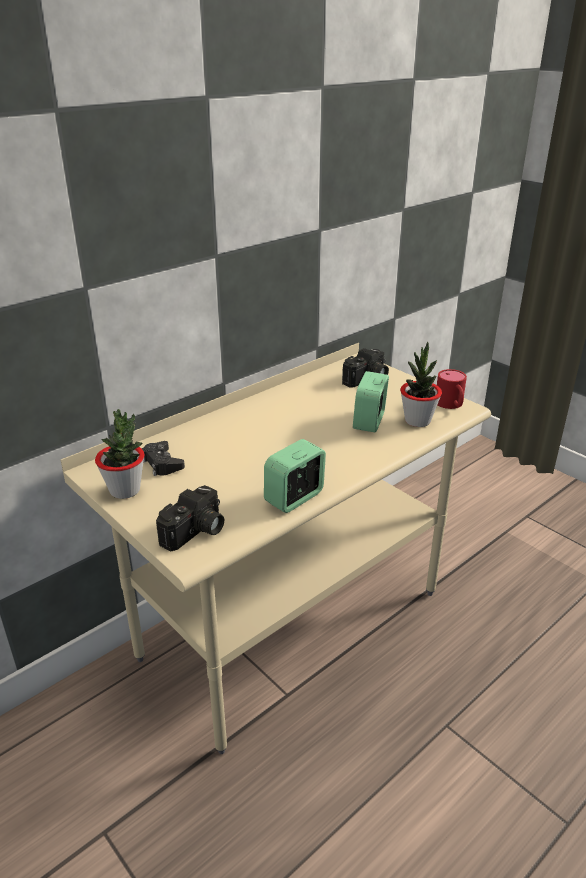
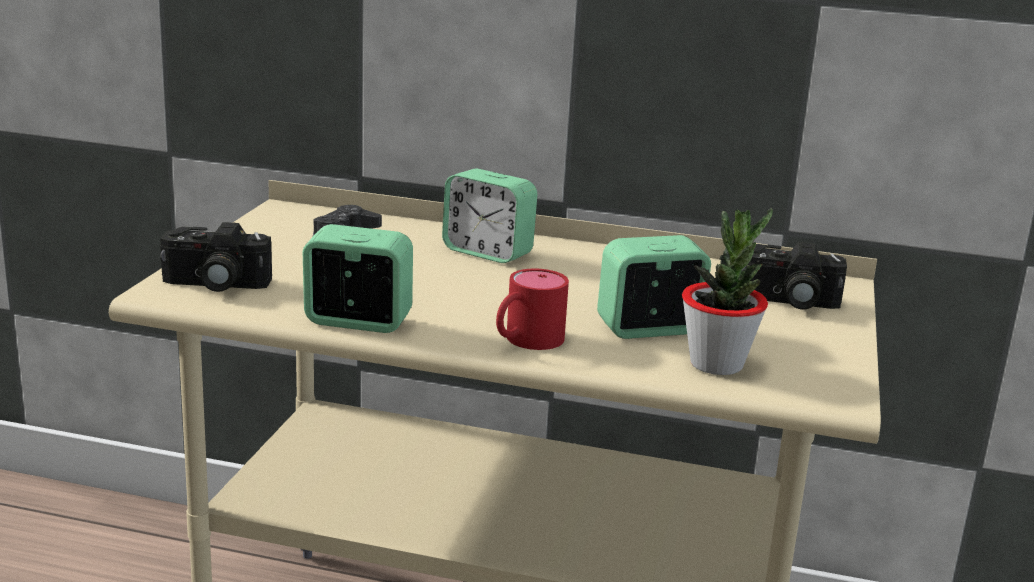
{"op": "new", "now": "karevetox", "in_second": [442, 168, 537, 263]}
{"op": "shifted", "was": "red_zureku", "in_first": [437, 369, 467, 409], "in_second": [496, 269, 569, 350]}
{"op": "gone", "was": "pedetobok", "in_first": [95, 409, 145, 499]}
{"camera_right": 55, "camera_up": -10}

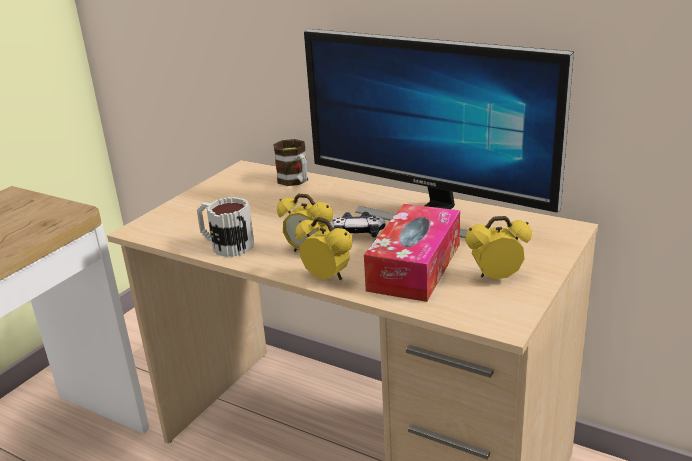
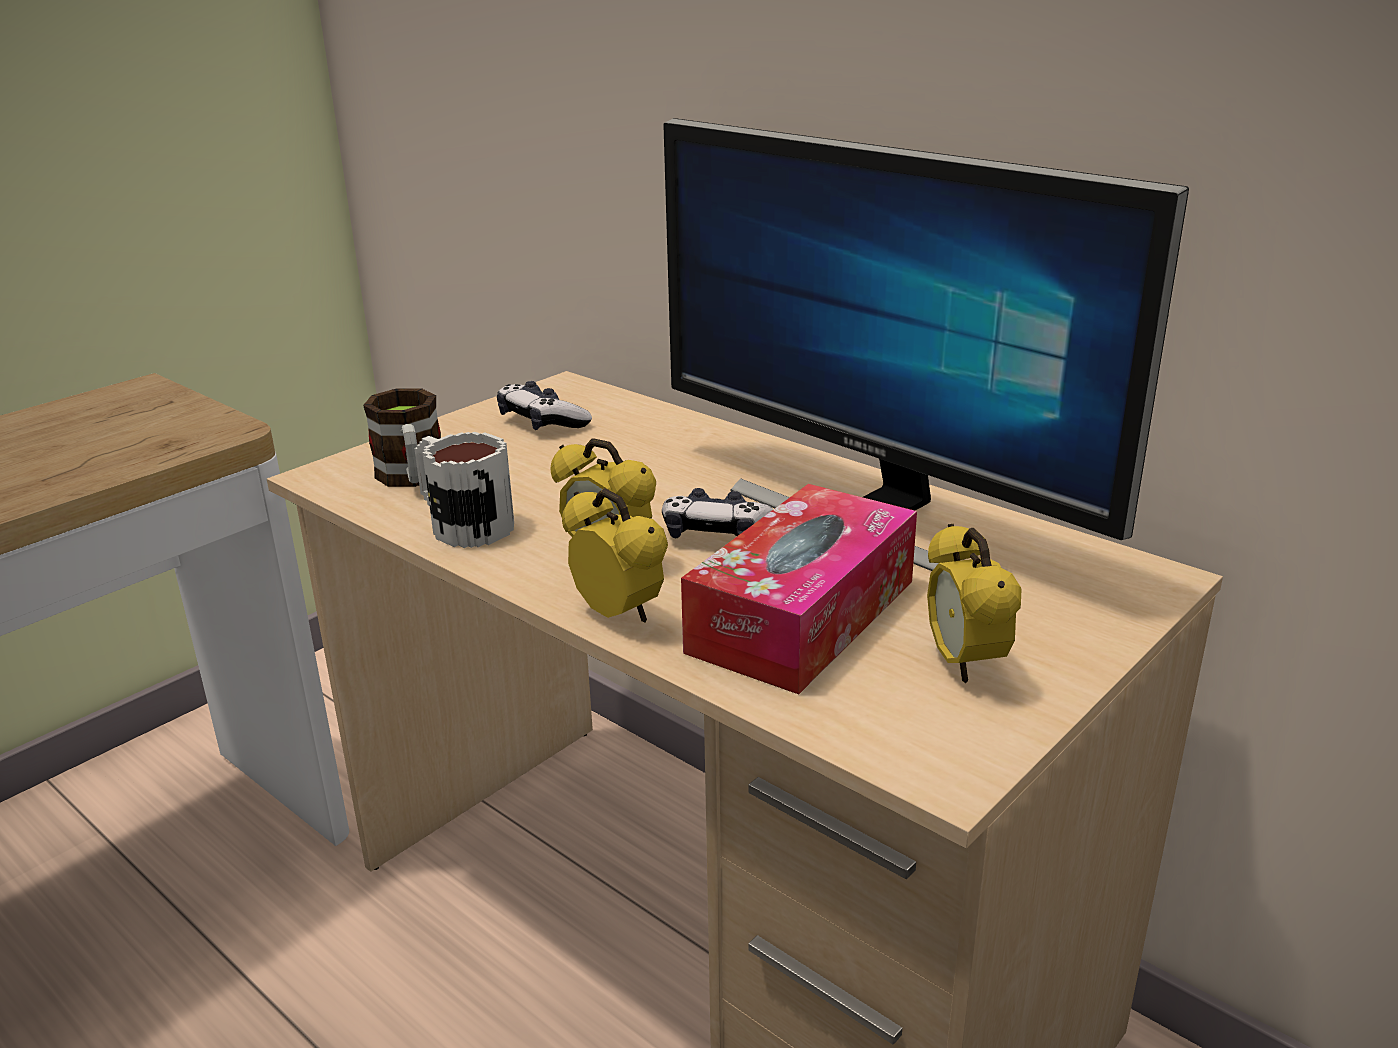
{"op": "shifted", "was": "zureku", "in_first": [273, 139, 308, 186], "in_second": [363, 389, 441, 487]}
{"op": "new", "now": "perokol", "in_second": [497, 381, 592, 430]}
{"op": "rotated", "was": "karevetox", "in_first": [465, 216, 532, 279], "in_second": [927, 524, 1022, 683], "clockwise": -105}
{"camera_right": 10, "camera_up": 0}

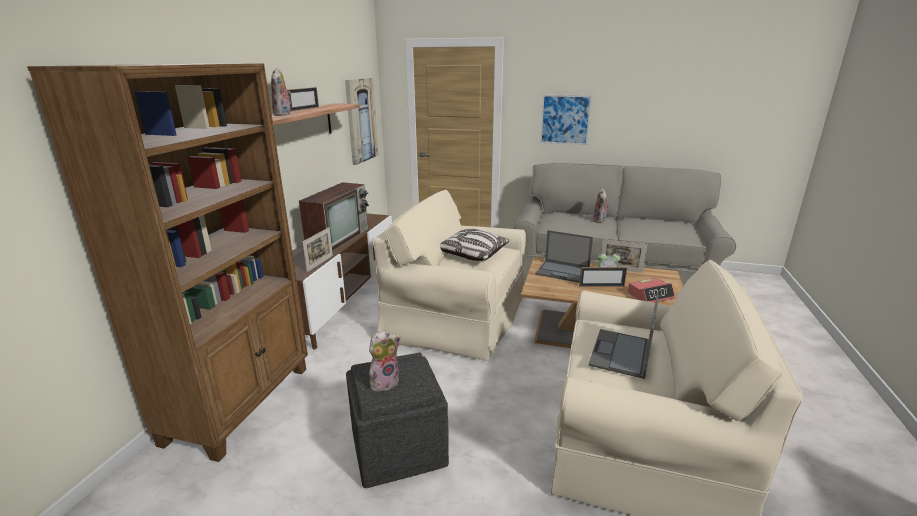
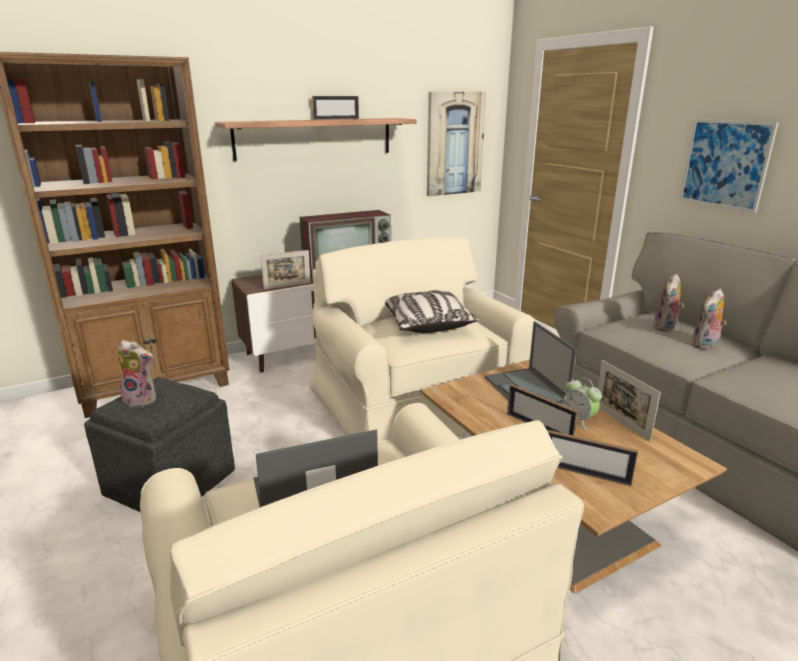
{"op": "swapped", "was": "karevetox", "now": "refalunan", "in_first": [628, 278, 675, 303], "in_second": [547, 430, 638, 486]}
{"op": "shifted", "was": "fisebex", "in_first": [271, 68, 291, 116], "in_second": [653, 274, 684, 332]}
{"camera_right": 45, "camera_up": 0}

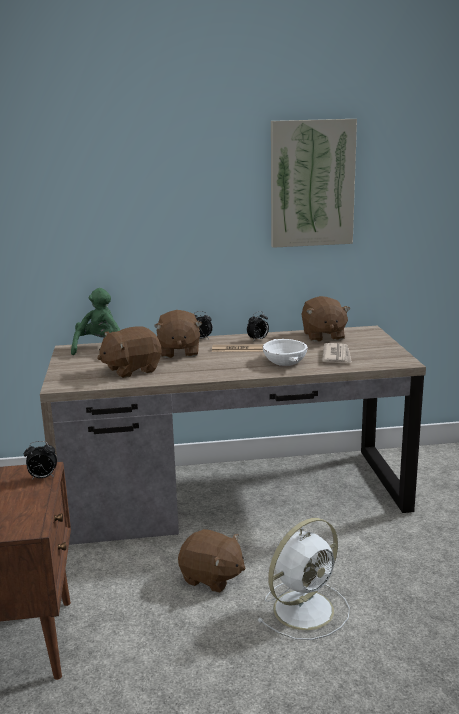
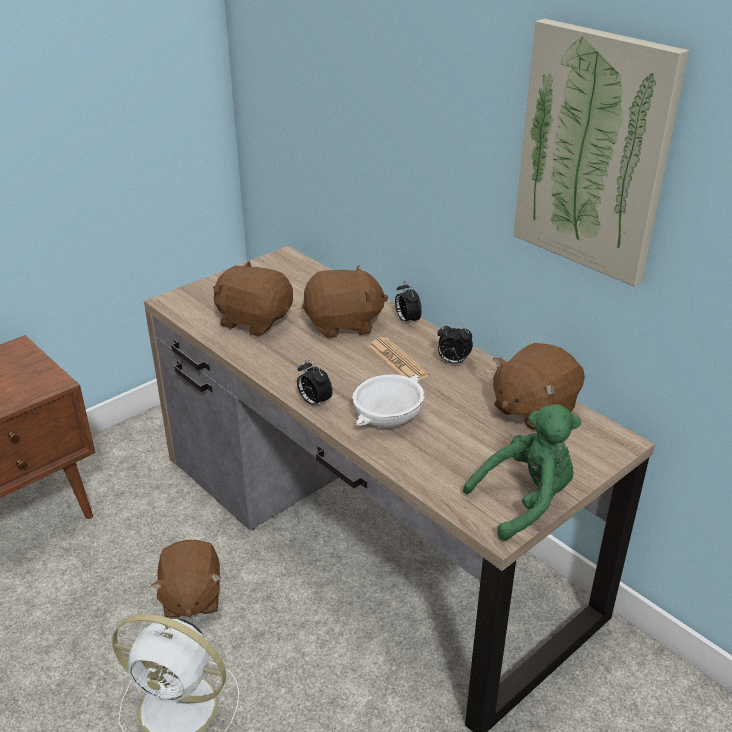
{"op": "shifted", "was": "karevetox", "in_first": [24, 441, 57, 480], "in_second": [297, 360, 333, 408]}
{"op": "rotated", "was": "brown_fisebex", "in_first": [154, 310, 202, 358], "in_second": [302, 265, 388, 338], "clockwise": -150}
{"op": "shifted", "was": "green_fisebex", "in_first": [71, 288, 120, 355], "in_second": [463, 404, 581, 541]}
{"op": "gone", "was": "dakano", "in_first": [322, 343, 352, 363]}
{"camera_right": 55, "camera_up": 15}

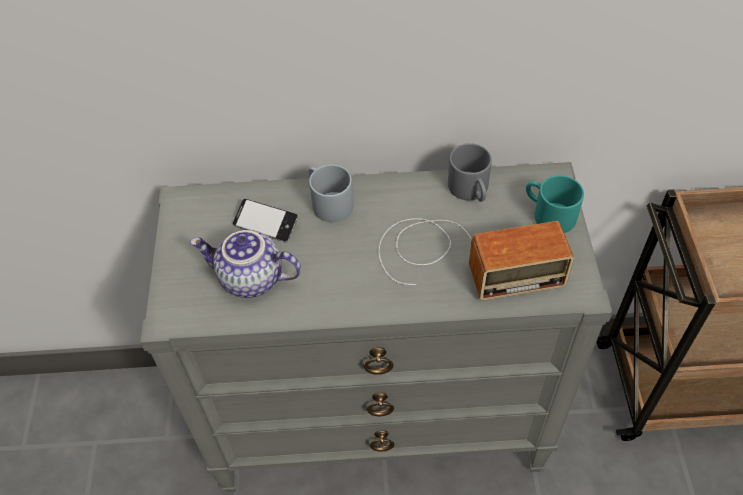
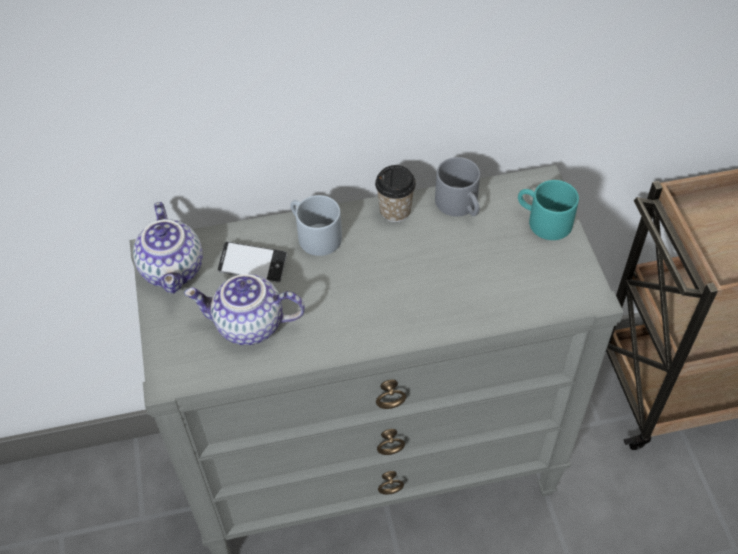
{"op": "new", "now": "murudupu", "in_second": [133, 202, 203, 294]}
{"op": "new", "now": "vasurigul", "in_second": [375, 165, 416, 222]}
{"op": "gone", "was": "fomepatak", "in_first": [378, 218, 574, 300]}
{"camera_right": -10, "camera_up": 0}

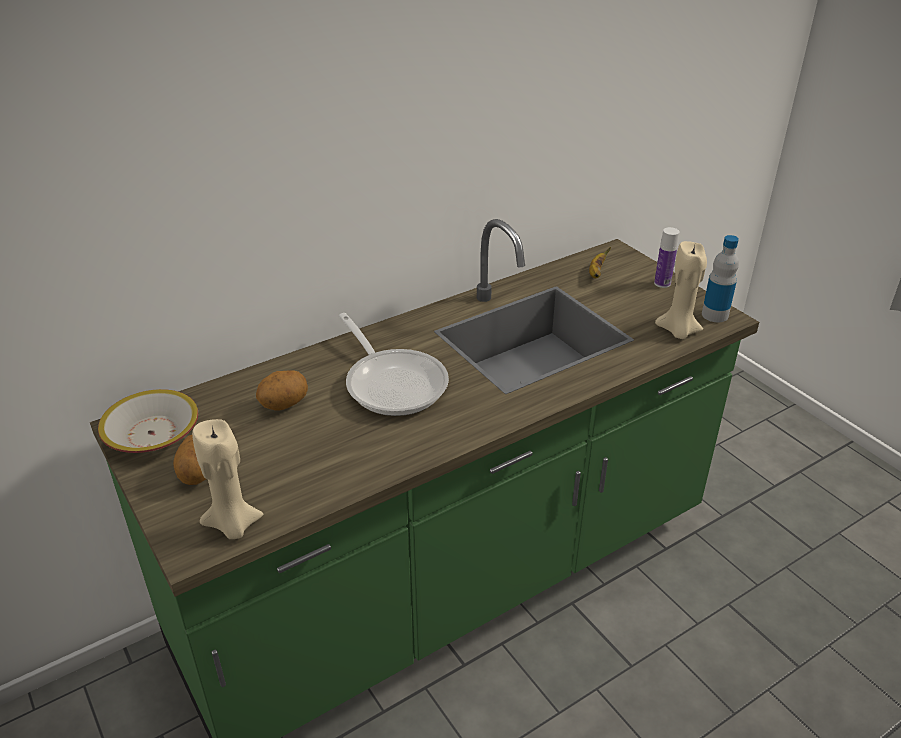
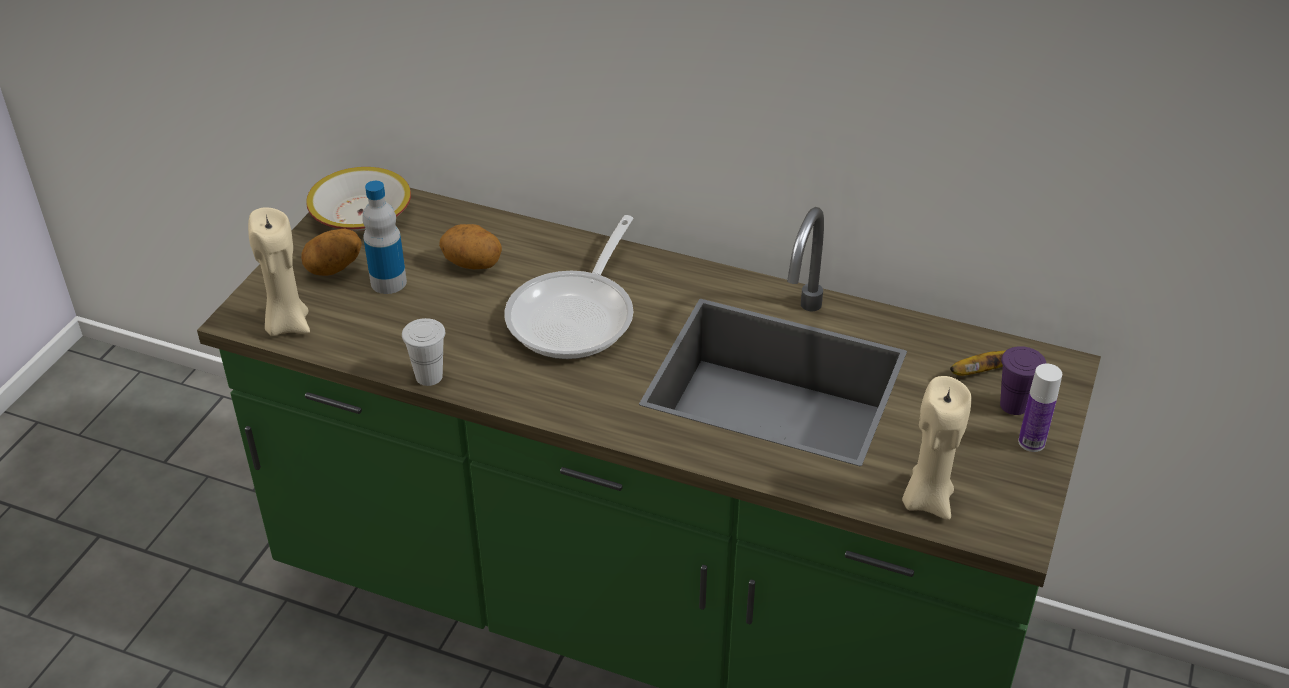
{"op": "shifted", "was": "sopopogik", "in_first": [702, 235, 739, 322], "in_second": [362, 181, 407, 294]}
{"op": "new", "now": "white_vasurigul", "in_second": [402, 318, 445, 386]}
{"op": "new", "now": "purple_vasurigul", "in_second": [1000, 346, 1047, 415]}
{"camera_right": 55, "camera_up": 5}

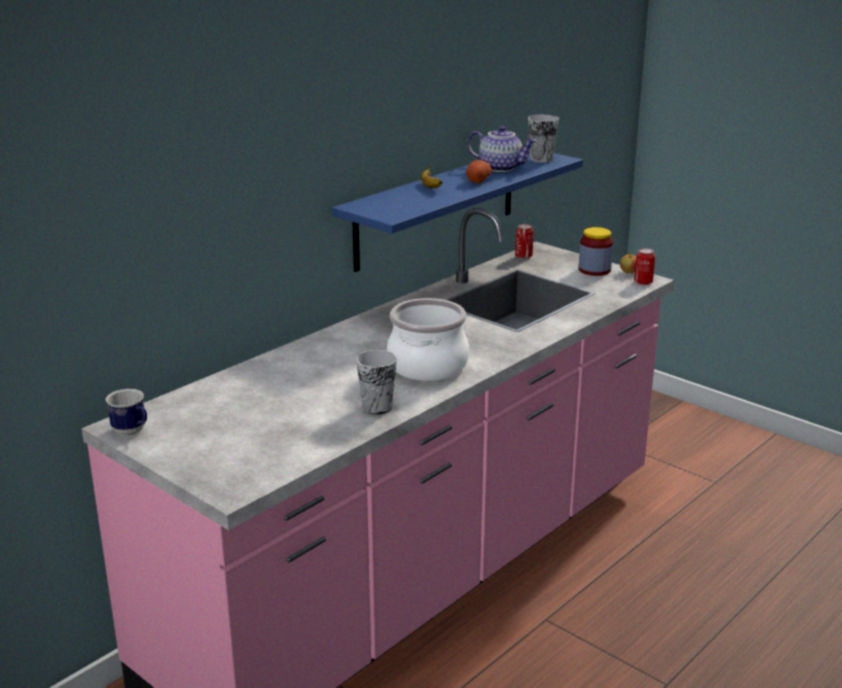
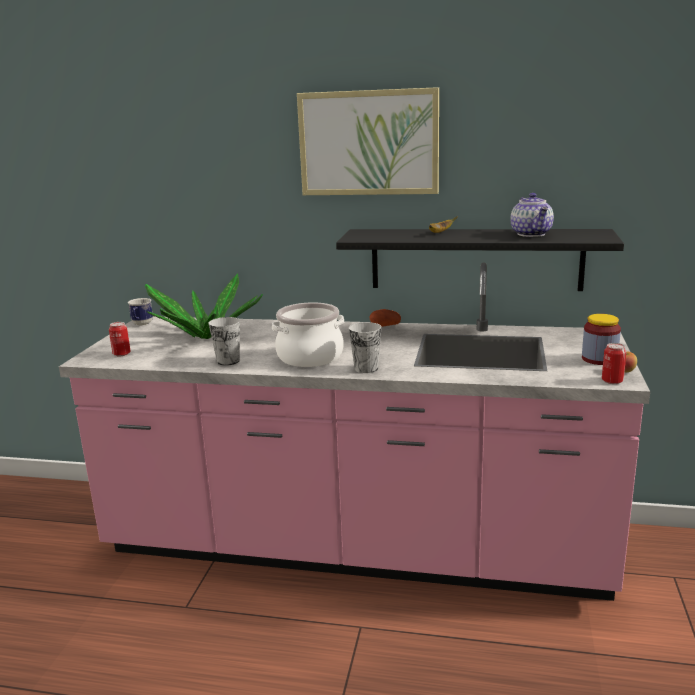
{"op": "shifted", "was": "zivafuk", "in_first": [515, 224, 534, 259], "in_second": [109, 322, 131, 356]}
{"op": "new", "now": "pedetobok", "in_second": [145, 273, 263, 339]}
{"op": "new", "now": "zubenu", "in_second": [297, 87, 439, 195]}
{"op": "repainted", "was": "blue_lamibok", "now": "black_lamibok", "in_first": [332, 153, 583, 272], "in_second": [336, 229, 624, 291]}
{"op": "shifted", "was": "vasurigul", "in_first": [528, 115, 559, 163], "in_second": [349, 322, 382, 373]}
{"op": "shifted", "was": "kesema", "in_first": [466, 160, 492, 183], "in_second": [370, 309, 401, 327]}
{"camera_right": 60, "camera_up": -5}

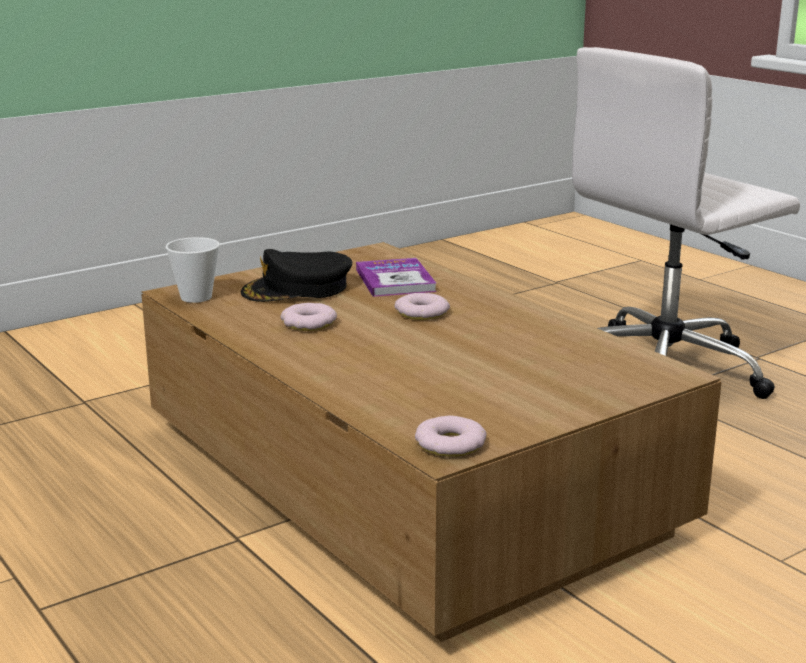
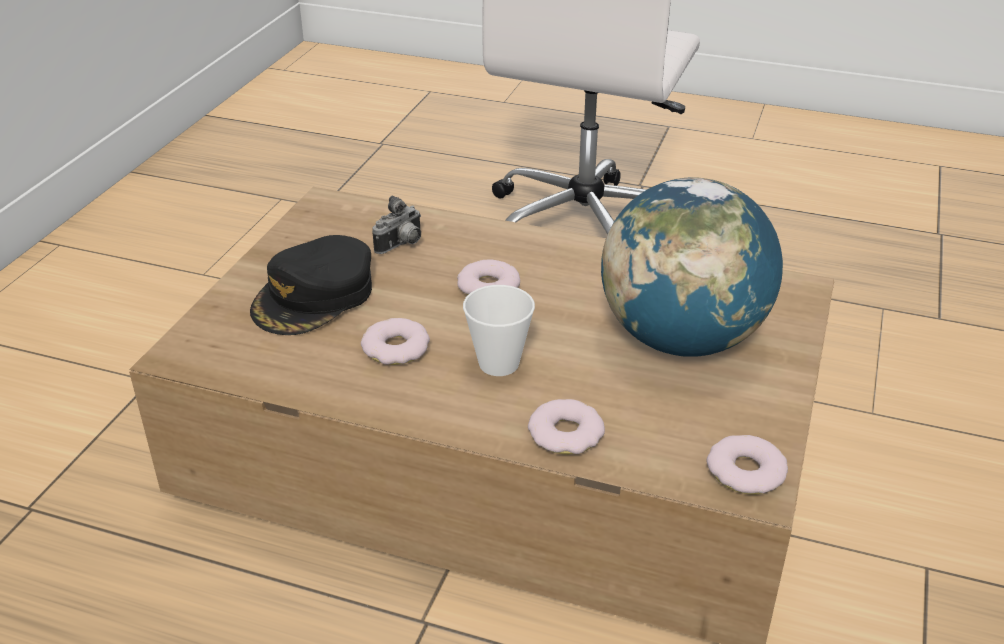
{"op": "swapped", "was": "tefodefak", "now": "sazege", "in_first": [356, 258, 437, 297], "in_second": [372, 195, 421, 254]}
{"op": "shifted", "was": "vasurigul", "in_first": [166, 237, 220, 303], "in_second": [463, 285, 535, 376]}
{"op": "new", "now": "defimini", "in_second": [528, 399, 605, 455]}
{"op": "new", "now": "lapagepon", "in_second": [601, 177, 783, 357]}
{"camera_right": -35, "camera_up": 15}

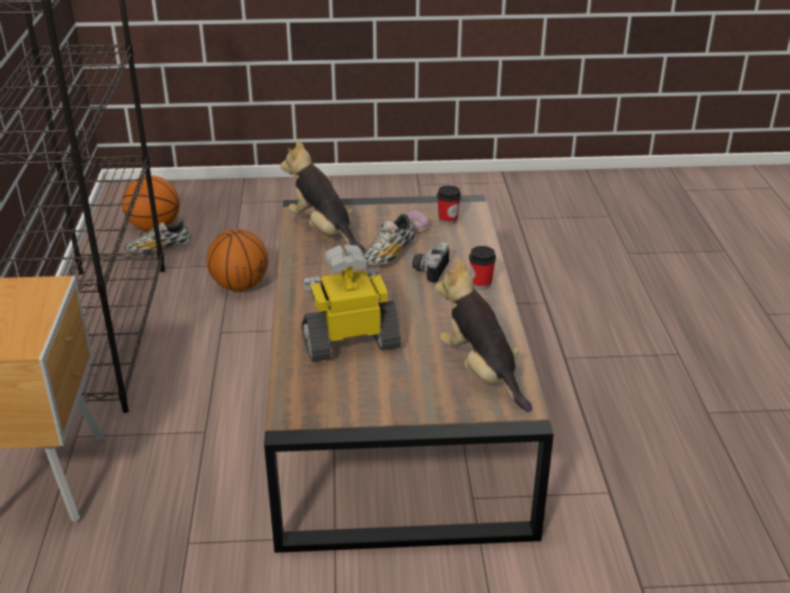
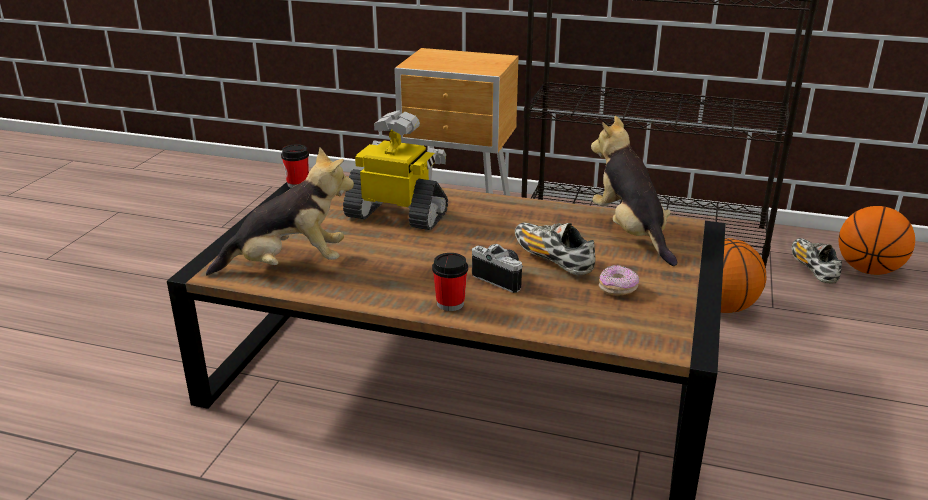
{"op": "shifted", "was": "vasurigul", "in_first": [437, 185, 461, 225], "in_second": [281, 144, 309, 188]}
{"op": "rotated", "was": "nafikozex", "in_first": [301, 245, 401, 362], "in_second": [343, 110, 448, 230], "clockwise": -75}
{"op": "rotated", "was": "fisebex", "in_first": [280, 139, 365, 253], "in_second": [591, 116, 677, 266], "clockwise": -90}
{"camera_right": 110, "camera_up": -5}

